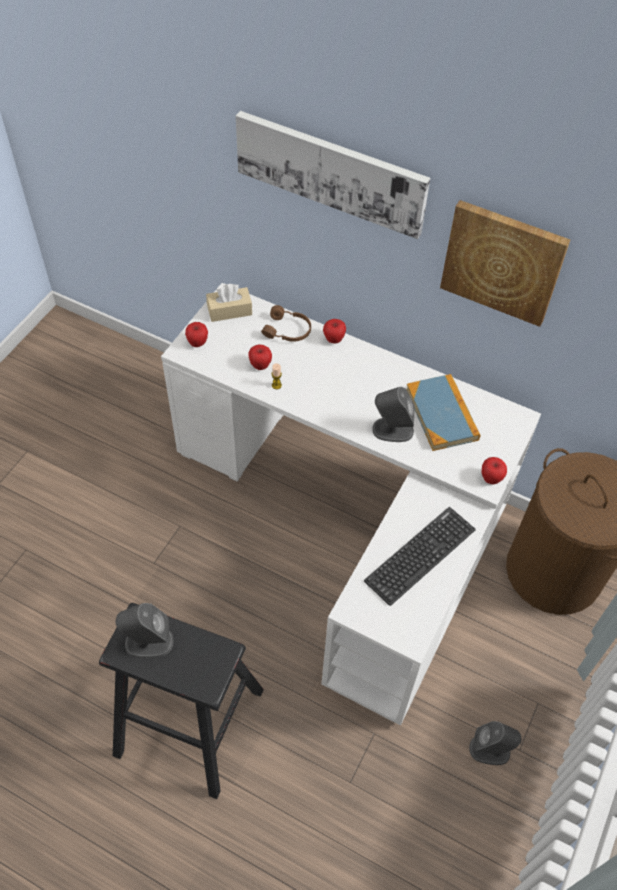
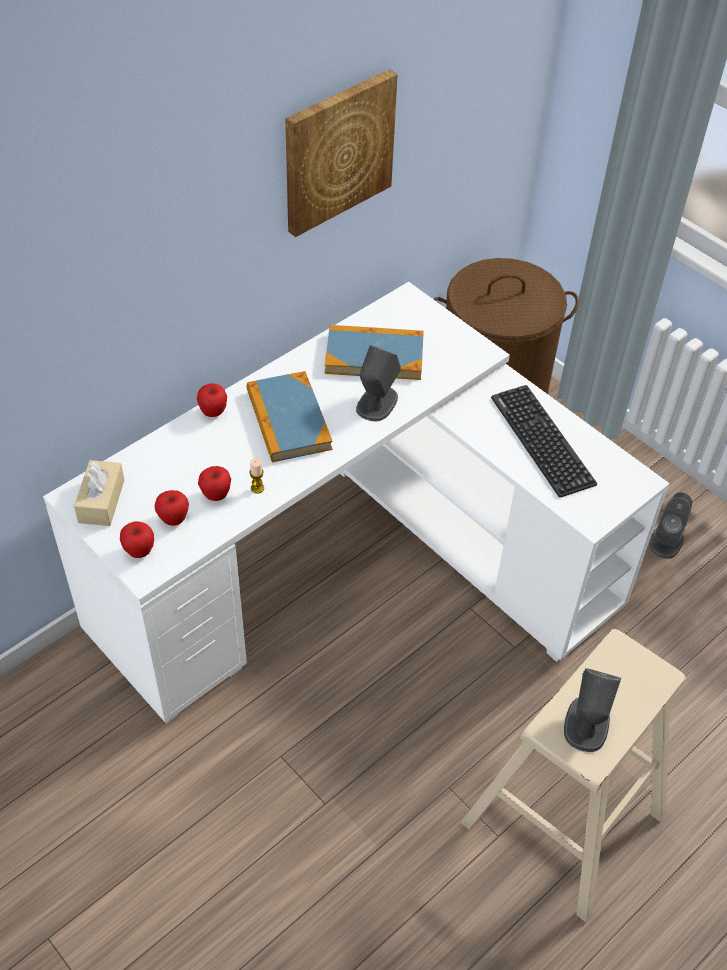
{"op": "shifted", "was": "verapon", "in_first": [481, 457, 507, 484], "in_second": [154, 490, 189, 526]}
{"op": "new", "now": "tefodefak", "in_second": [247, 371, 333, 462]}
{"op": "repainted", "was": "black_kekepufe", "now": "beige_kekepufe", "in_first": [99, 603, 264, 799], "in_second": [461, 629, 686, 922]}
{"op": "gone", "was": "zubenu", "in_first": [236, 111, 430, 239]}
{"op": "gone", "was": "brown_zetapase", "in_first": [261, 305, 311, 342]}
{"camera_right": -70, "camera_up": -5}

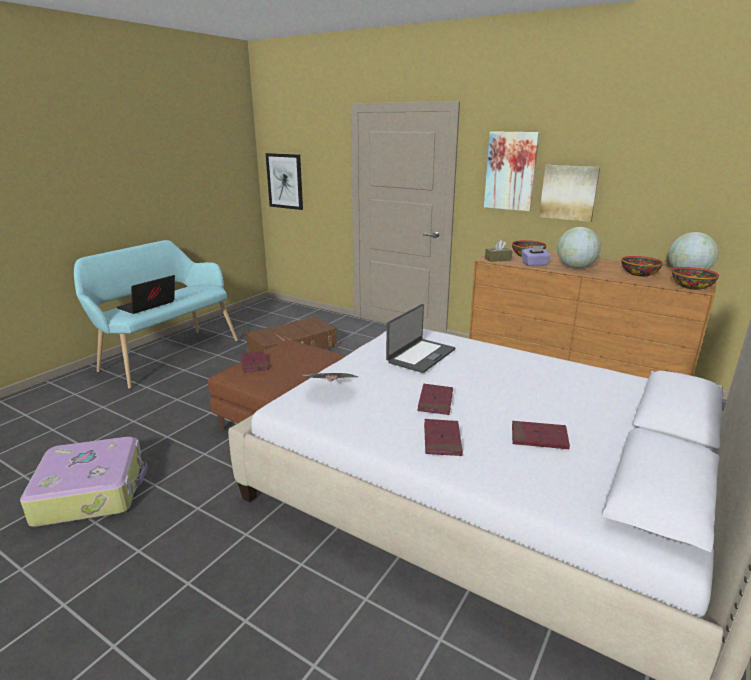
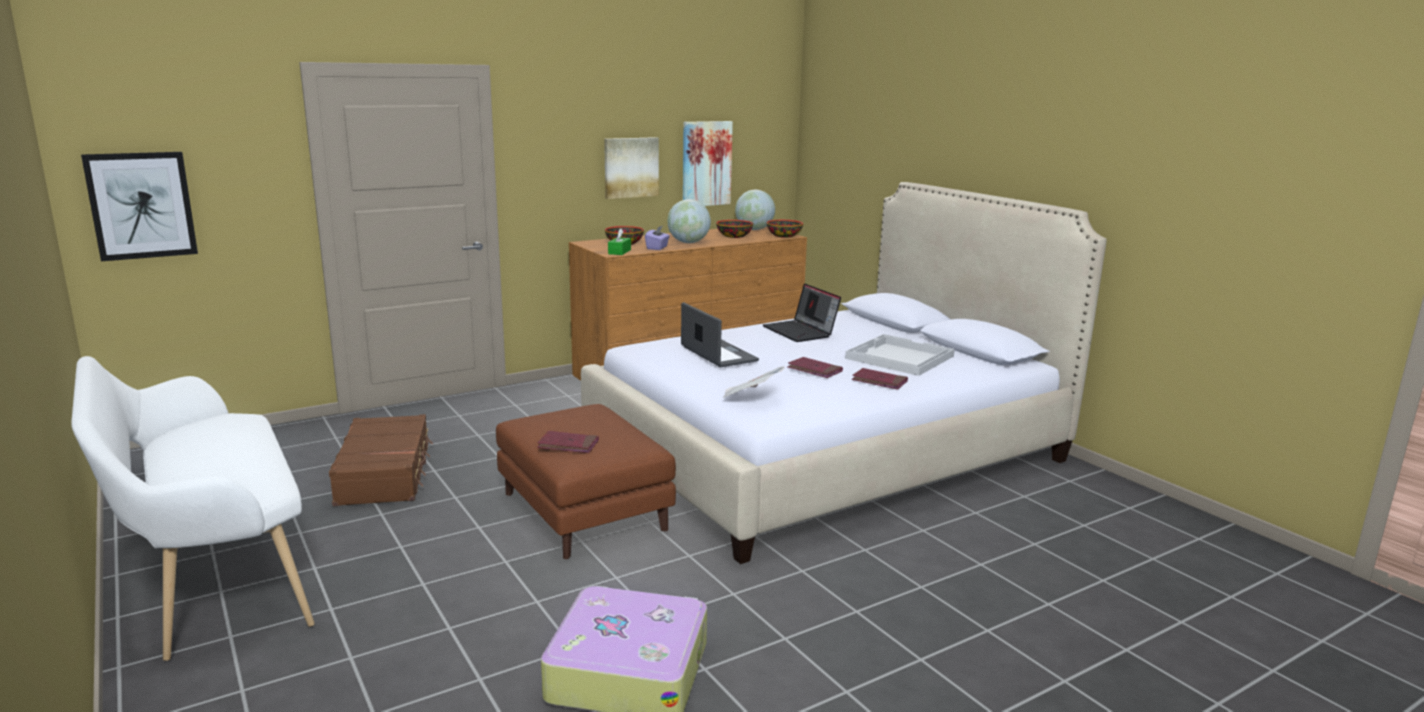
{"op": "repainted", "was": "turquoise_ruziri", "now": "white_ruziri", "in_first": [74, 240, 238, 389], "in_second": [71, 356, 315, 661]}
{"op": "repainted", "was": "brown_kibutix", "now": "green_kibutix", "in_first": [485, 240, 512, 262], "in_second": [608, 228, 631, 255]}
{"op": "shifted", "was": "zubenu", "in_first": [484, 131, 540, 211], "in_second": [683, 121, 733, 206]}
{"op": "shifted", "was": "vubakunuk", "in_first": [116, 275, 175, 314], "in_second": [763, 283, 841, 342]}
{"op": "swapped", "was": "red_tefodefak", "now": "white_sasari", "in_first": [512, 421, 570, 449], "in_second": [845, 334, 955, 376]}
{"camera_right": -65, "camera_up": -5}

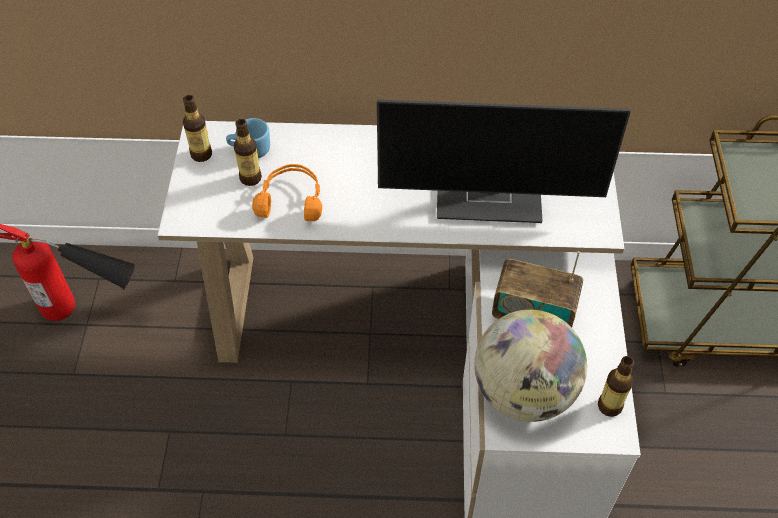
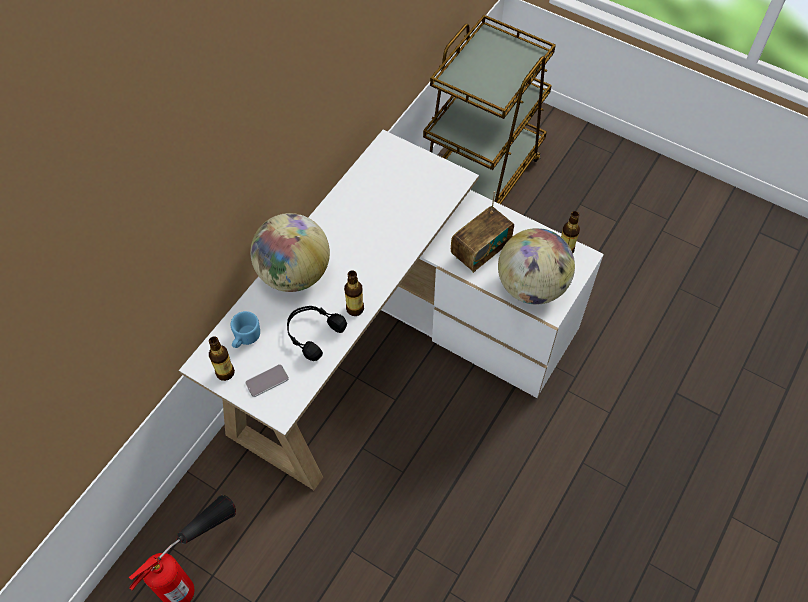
{"op": "new", "now": "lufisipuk", "in_second": [245, 364, 289, 397]}
{"op": "new", "now": "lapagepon", "in_second": [251, 213, 330, 292]}
{"op": "repainted", "was": "orange_zetapase", "now": "black_zetapase", "in_first": [252, 164, 322, 221], "in_second": [287, 306, 347, 361]}
{"op": "shifted", "was": "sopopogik", "in_first": [234, 119, 262, 186], "in_second": [344, 270, 364, 316]}
{"op": "gone", "was": "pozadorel", "in_first": [377, 99, 631, 223]}
{"camera_right": -60, "camera_up": 5}

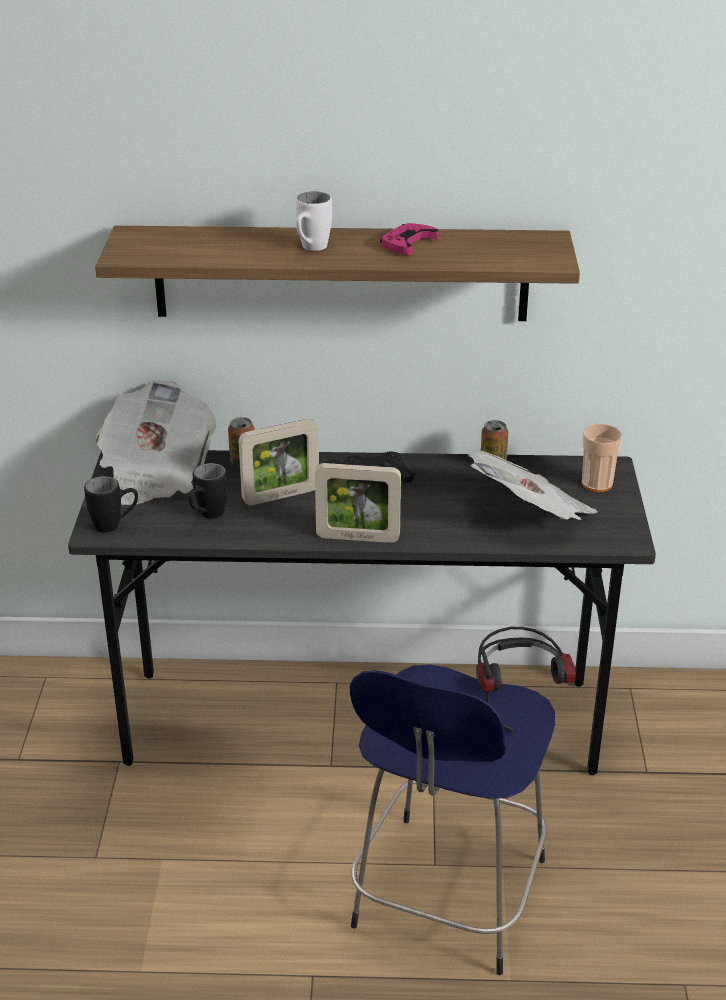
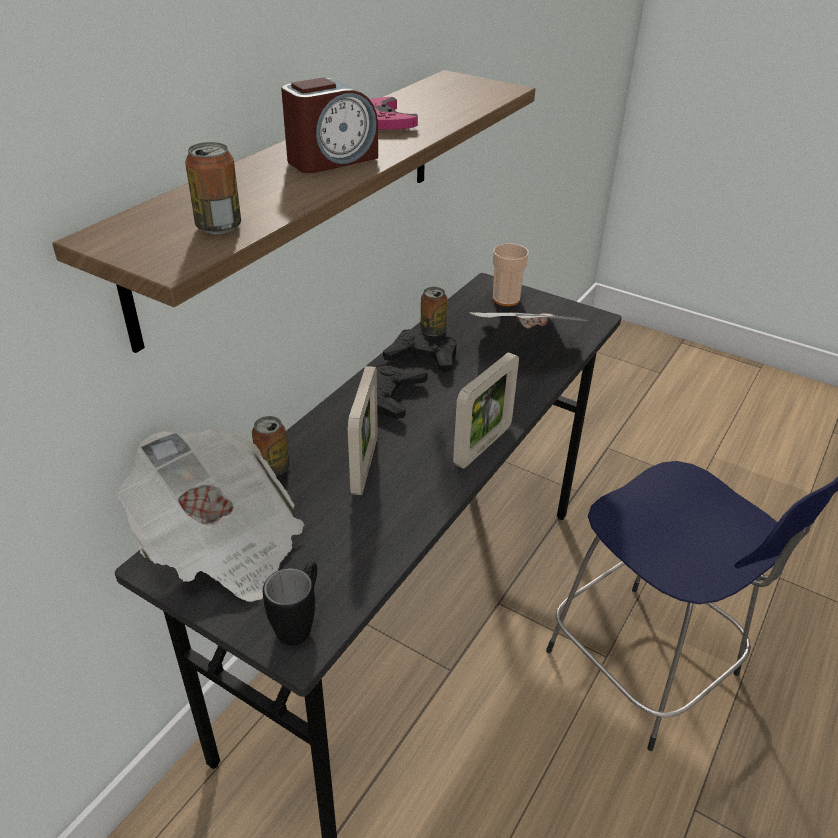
{"op": "new", "now": "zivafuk", "in_second": [185, 142, 241, 234]}
{"op": "swapped", "was": "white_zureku", "now": "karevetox", "in_first": [296, 191, 332, 251], "in_second": [281, 77, 378, 173]}
{"op": "new", "now": "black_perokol", "in_second": [383, 329, 457, 372]}
{"op": "gone", "was": "black_zureku", "in_first": [188, 463, 228, 519]}
{"op": "gone", "was": "zetapase", "in_first": [476, 627, 576, 732]}
{"camera_right": -60, "camera_up": 5}

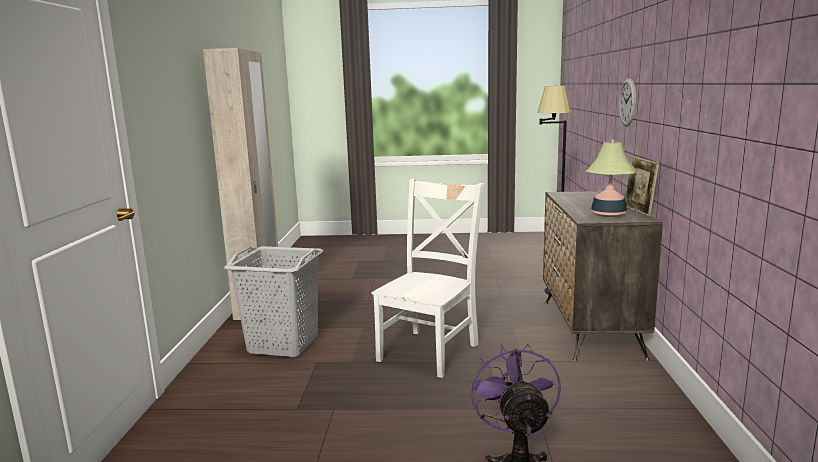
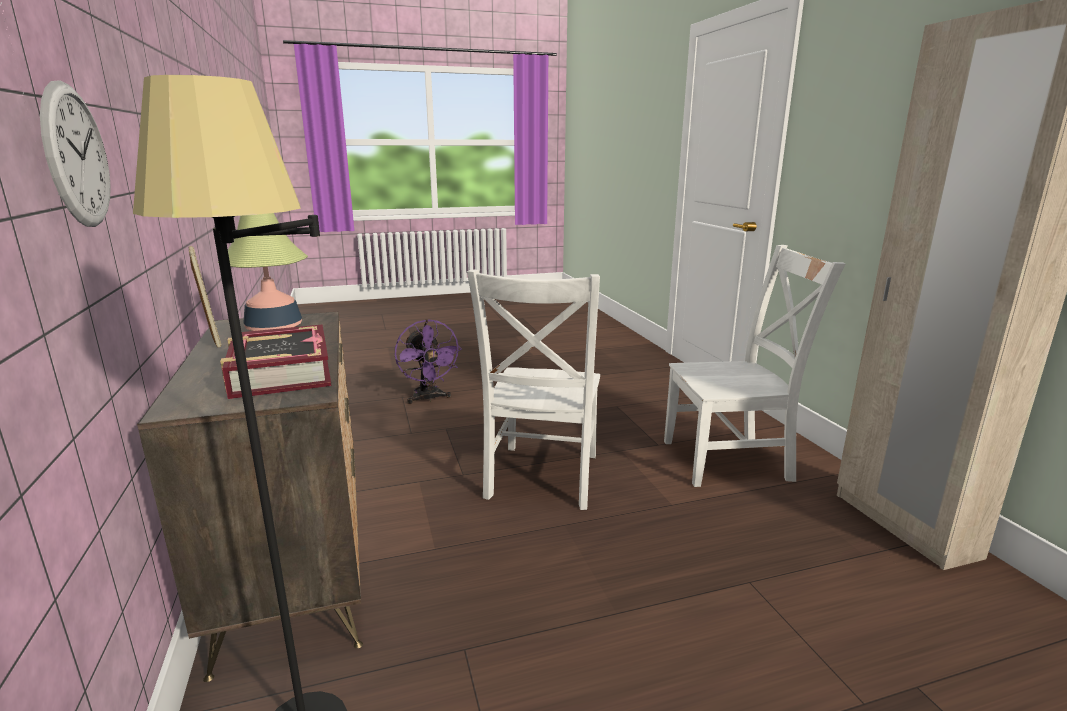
{"op": "new", "now": "tefodefak", "in_second": [220, 325, 332, 399]}
{"op": "swapped", "was": "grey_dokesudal", "now": "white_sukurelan", "in_first": [224, 246, 323, 357], "in_second": [664, 245, 845, 487]}
{"camera_right": 160, "camera_up": 5}

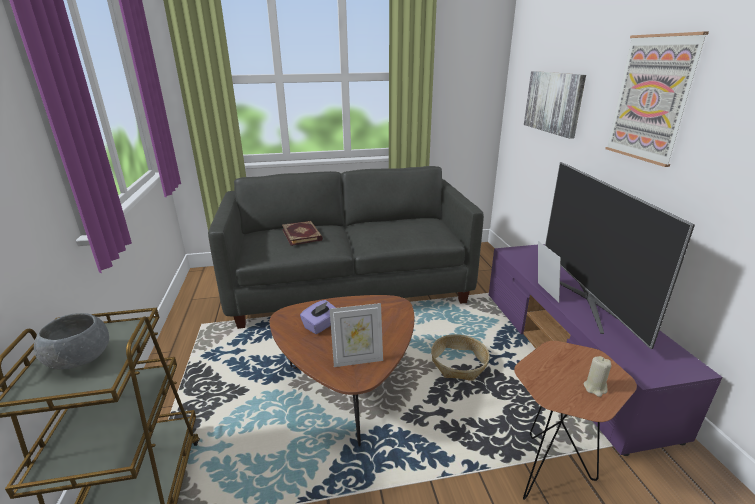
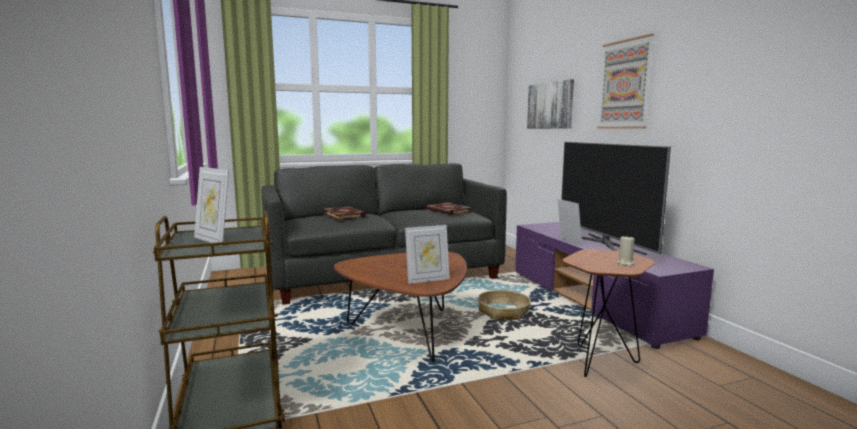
{"op": "swapped", "was": "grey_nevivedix", "now": "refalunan", "in_first": [34, 313, 109, 370], "in_second": [194, 167, 229, 246]}
{"op": "new", "now": "tefodefak", "in_second": [426, 203, 472, 215]}
{"op": "gone", "was": "purple_kibutix", "in_first": [300, 300, 336, 334]}
{"camera_right": -10, "camera_up": -15}

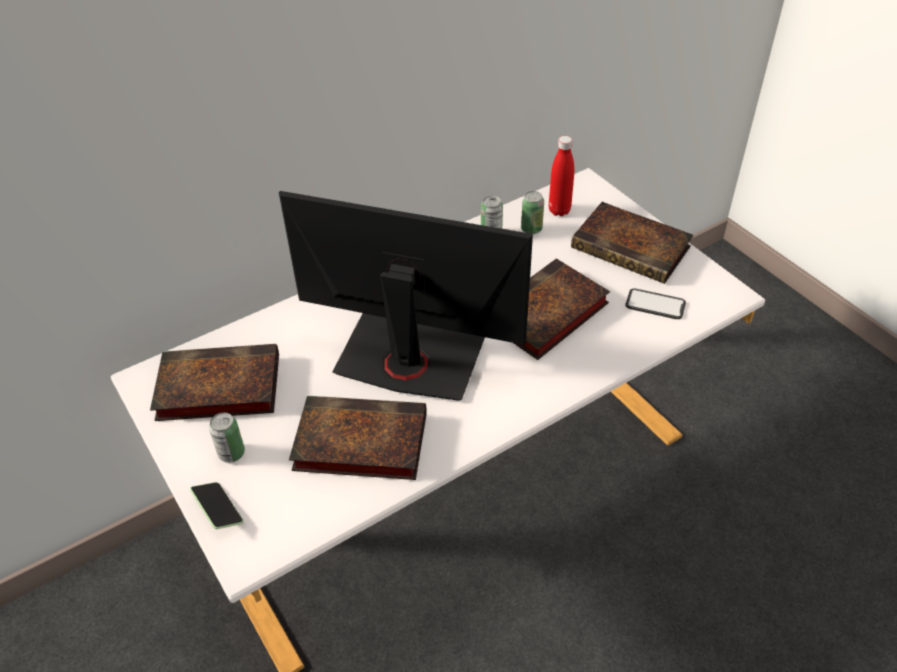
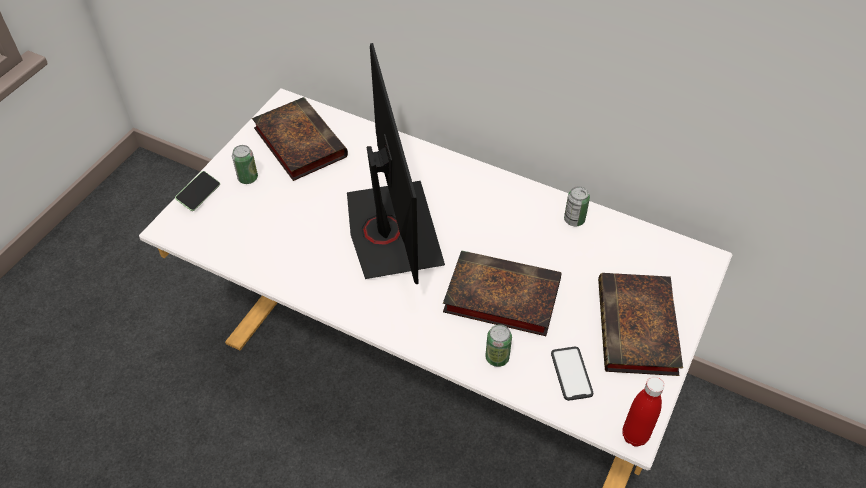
{"op": "shifted", "was": "zivafuk", "in_first": [521, 191, 544, 234], "in_second": [485, 324, 512, 367]}
{"op": "shifted", "was": "red_sopopogik", "in_first": [549, 136, 574, 216], "in_second": [622, 377, 664, 447]}
{"op": "gone", "was": "tefodefak", "in_first": [289, 396, 427, 480]}
{"camera_right": 60, "camera_up": 5}

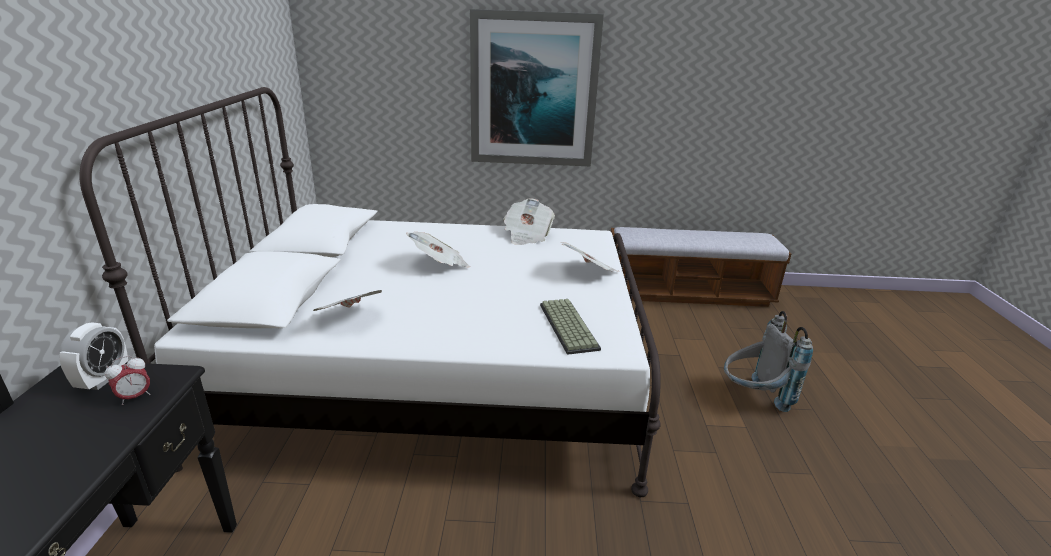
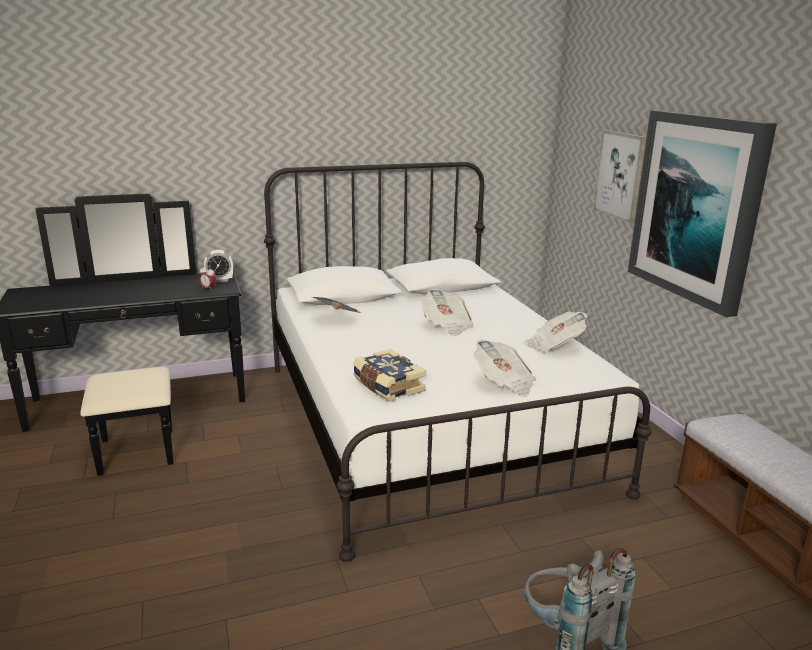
{"op": "swapped", "was": "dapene", "now": "tefodefak", "in_first": [540, 299, 601, 355], "in_second": [353, 349, 426, 402]}
{"op": "new", "now": "zubenu", "in_second": [593, 130, 647, 223]}
{"camera_right": 70, "camera_up": -5}

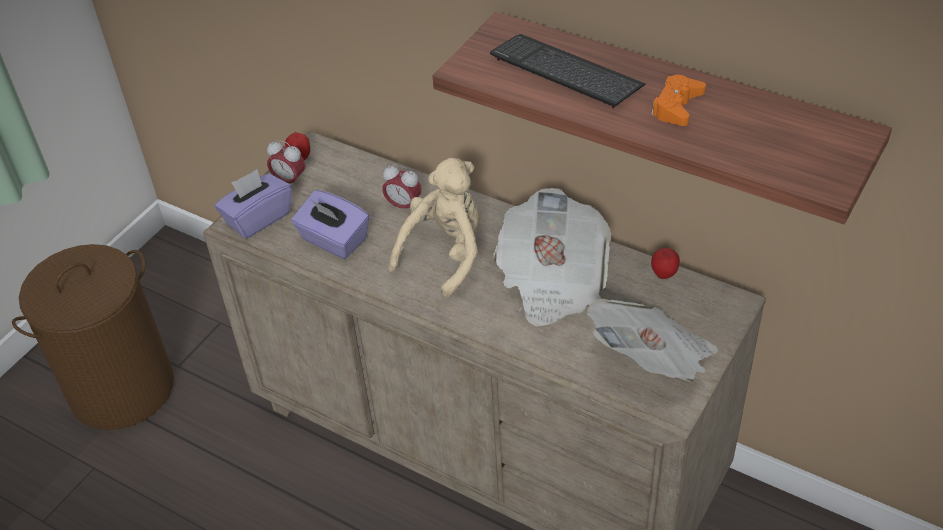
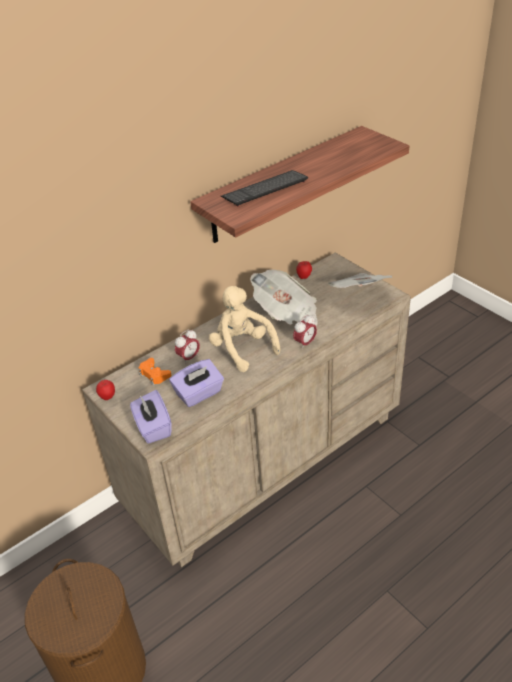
{"op": "shifted", "was": "orange_perokol", "in_first": [651, 75, 706, 126], "in_second": [138, 358, 171, 385]}
{"op": "shifted", "was": "karevetox", "in_first": [267, 140, 305, 188], "in_second": [293, 315, 317, 350]}
{"camera_right": -70, "camera_up": -5}

